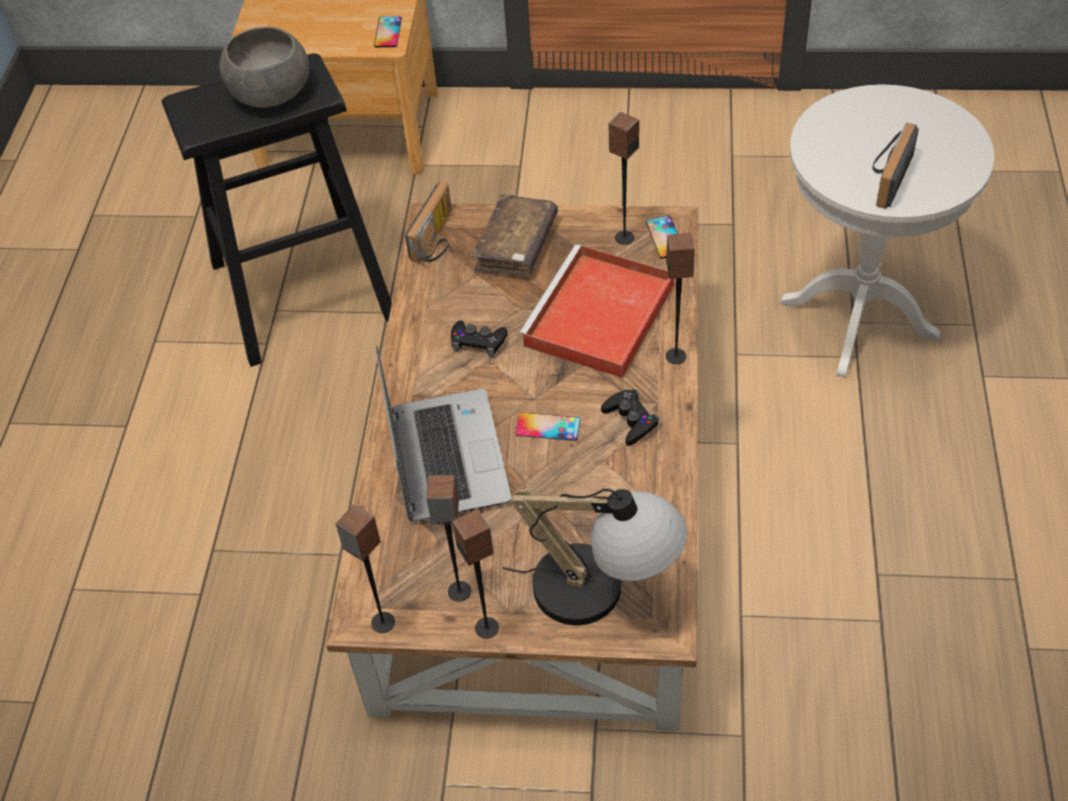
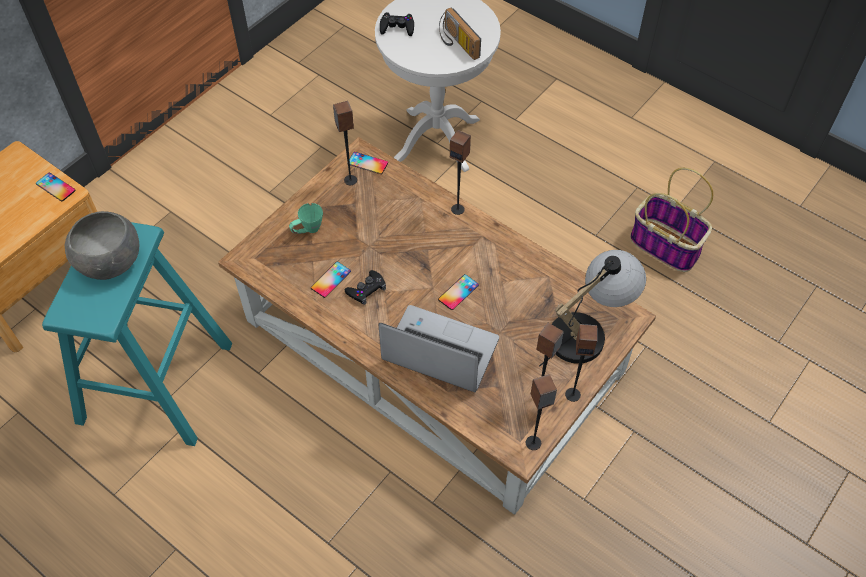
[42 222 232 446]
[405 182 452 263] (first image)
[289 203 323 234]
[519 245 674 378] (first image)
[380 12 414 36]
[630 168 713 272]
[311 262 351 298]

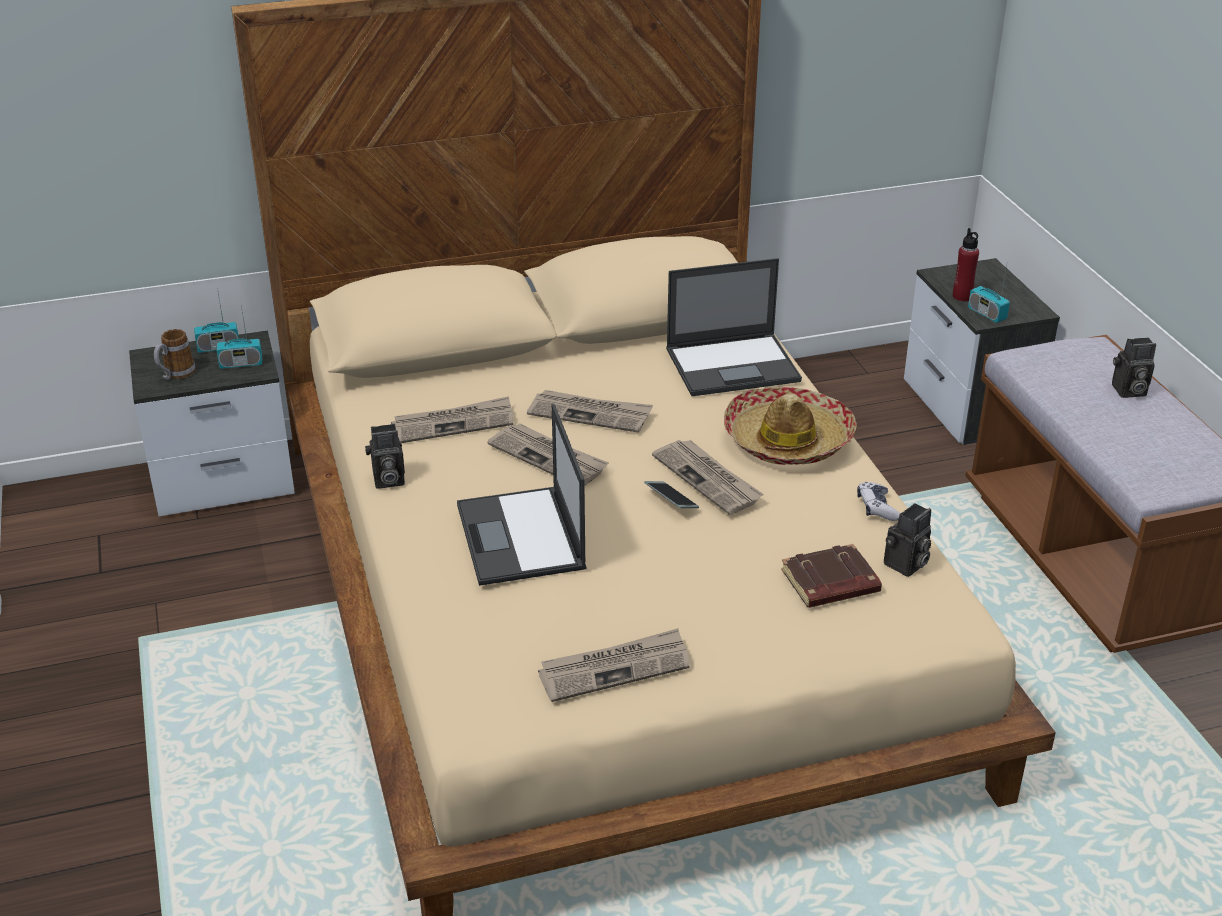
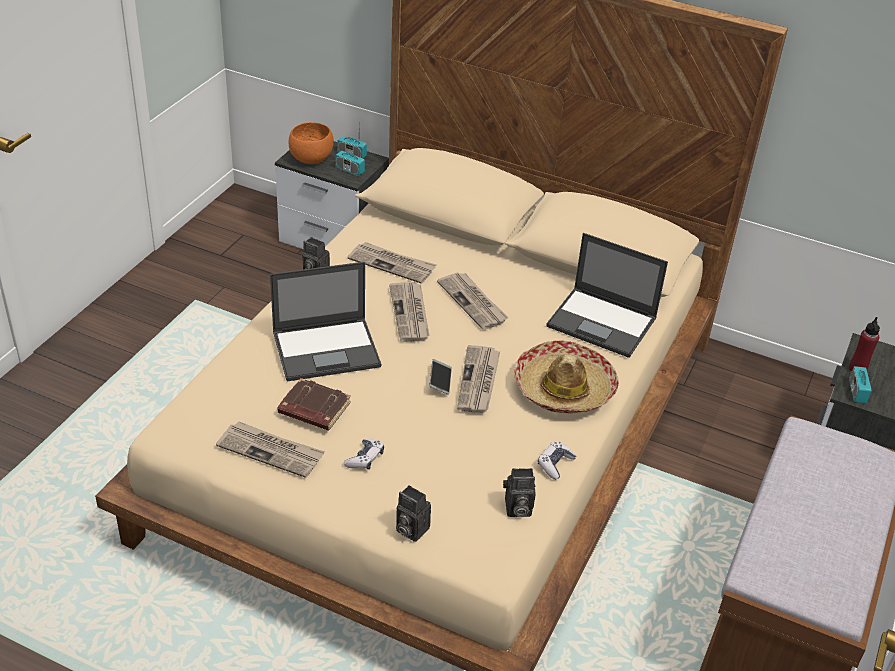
[288 122 334 164]
[396 485 431 542]
[270 262 381 381]
[278 378 351 431]
[343 439 384 470]

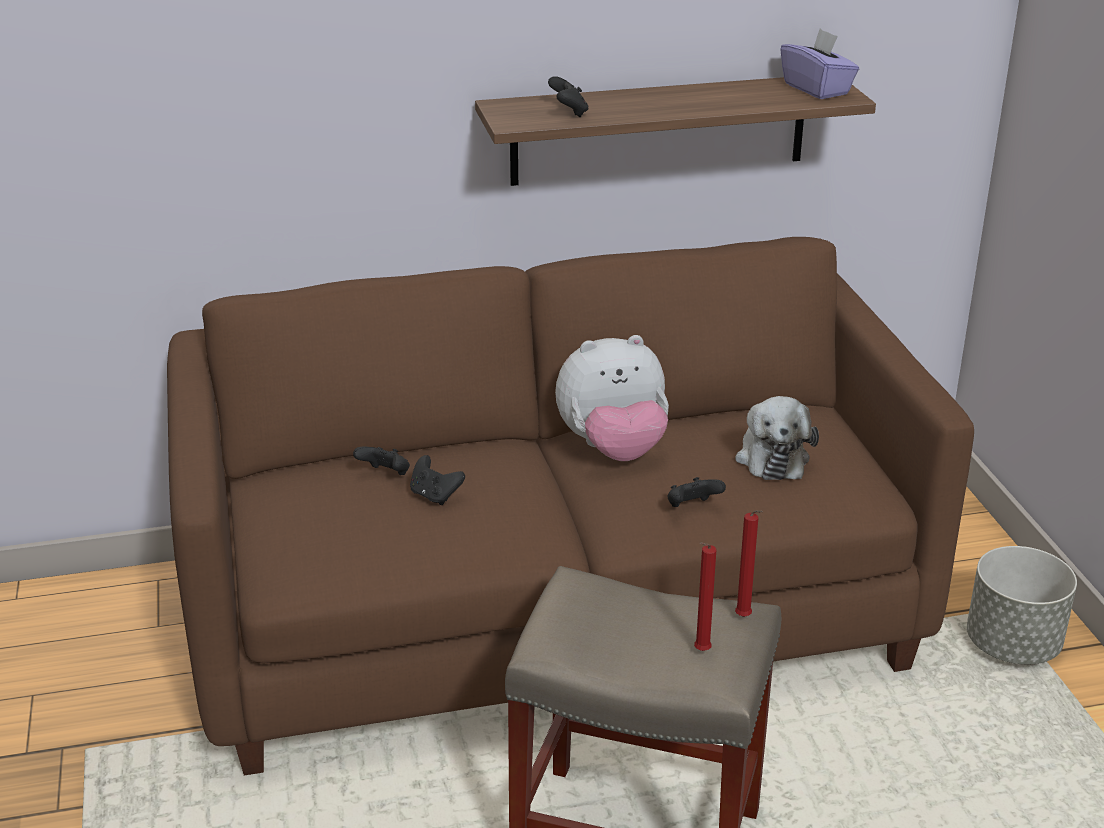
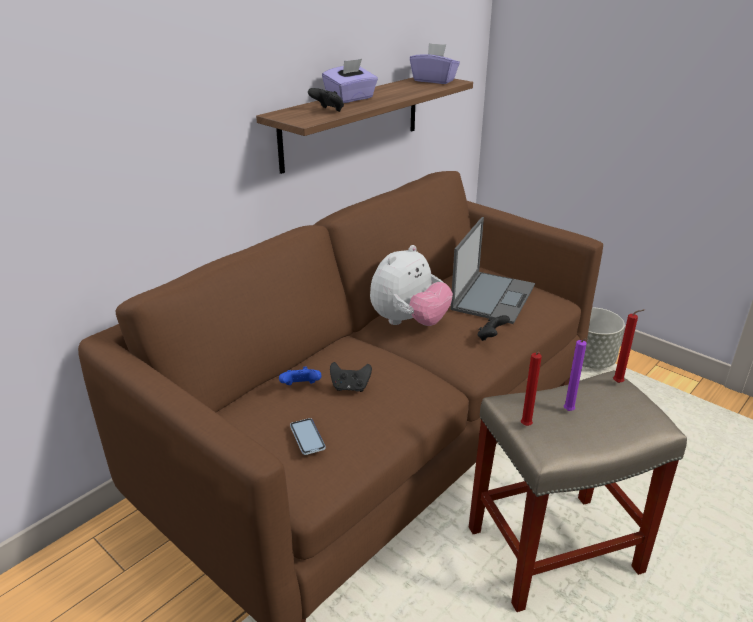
[451 217 535 324]
[279 367 322 386]
[521 352 542 426]
[322 59 378 103]
[564 339 589 411]
[290 418 326 455]

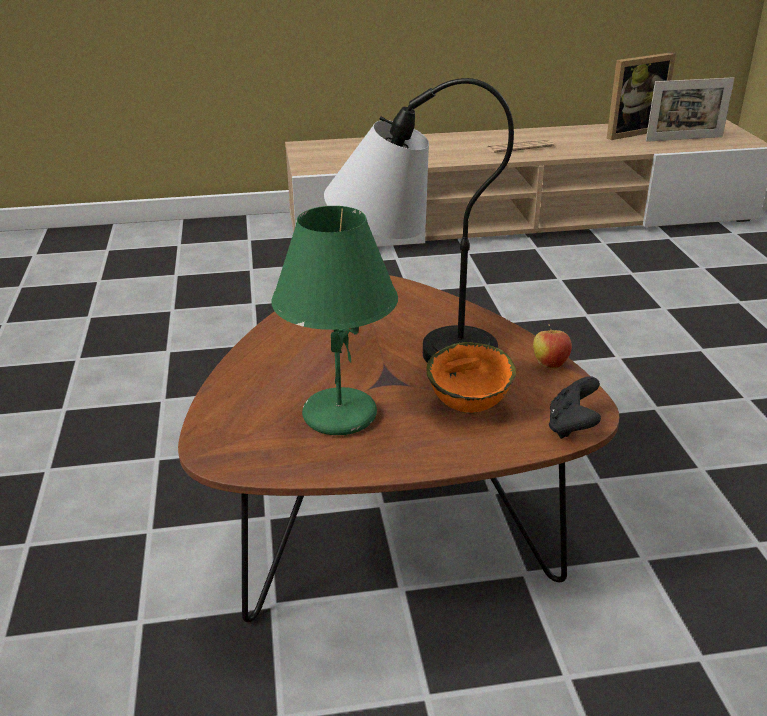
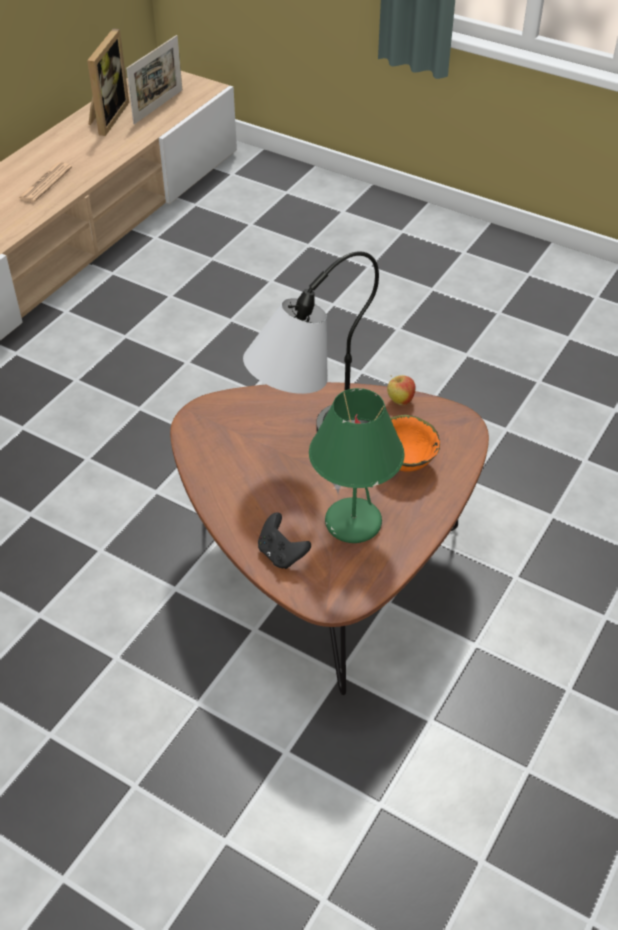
[258 512 311 569]

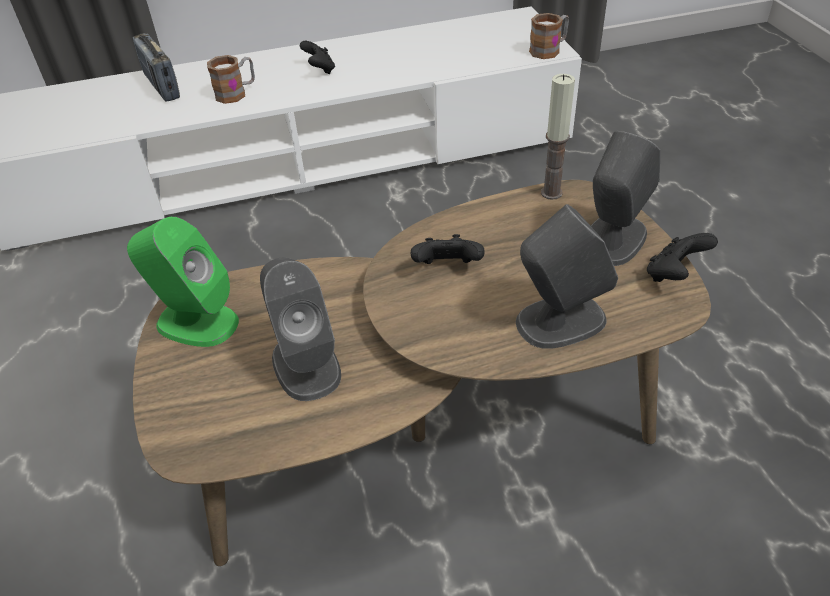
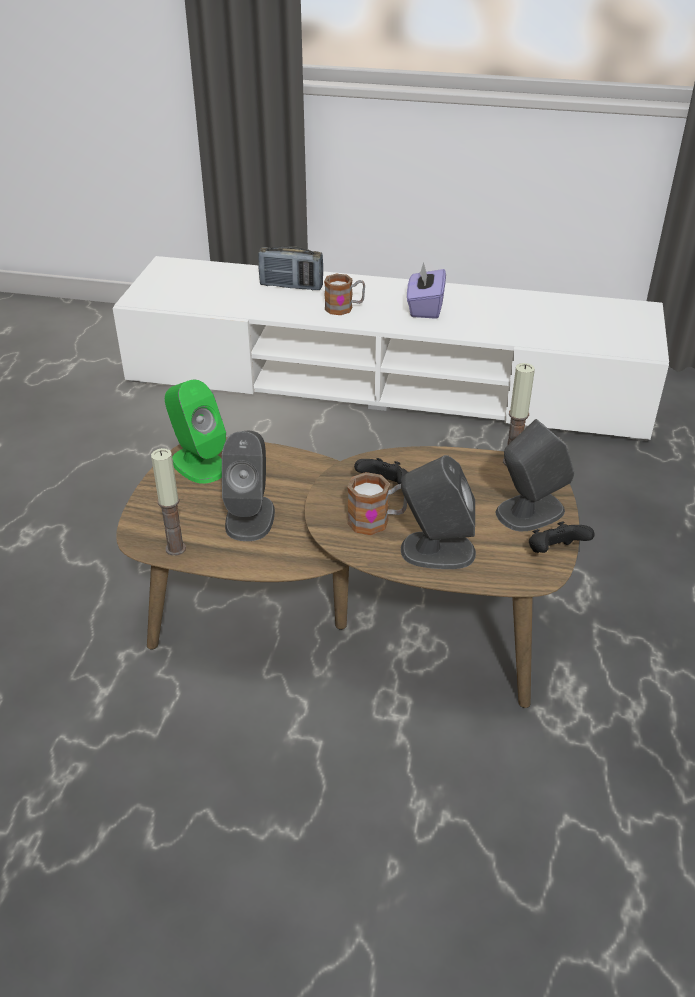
[347 472 407 535]
[258 246 323 290]
[407 262 446 319]
[151 448 186 556]

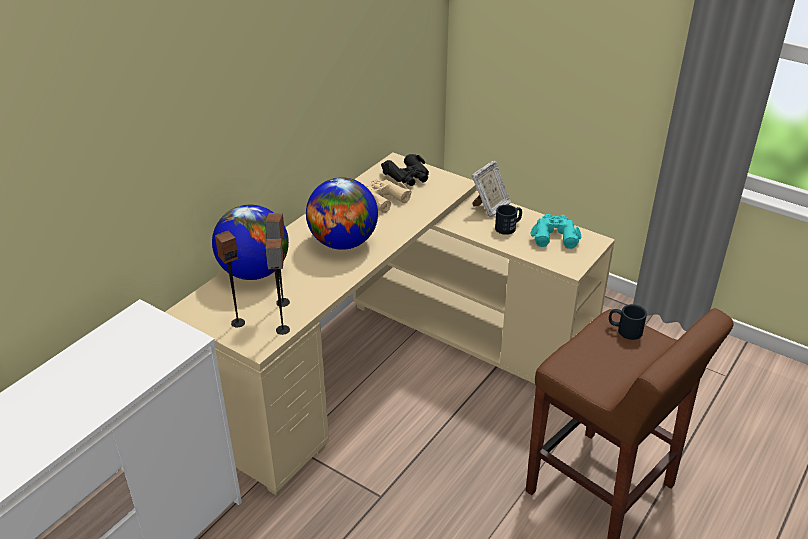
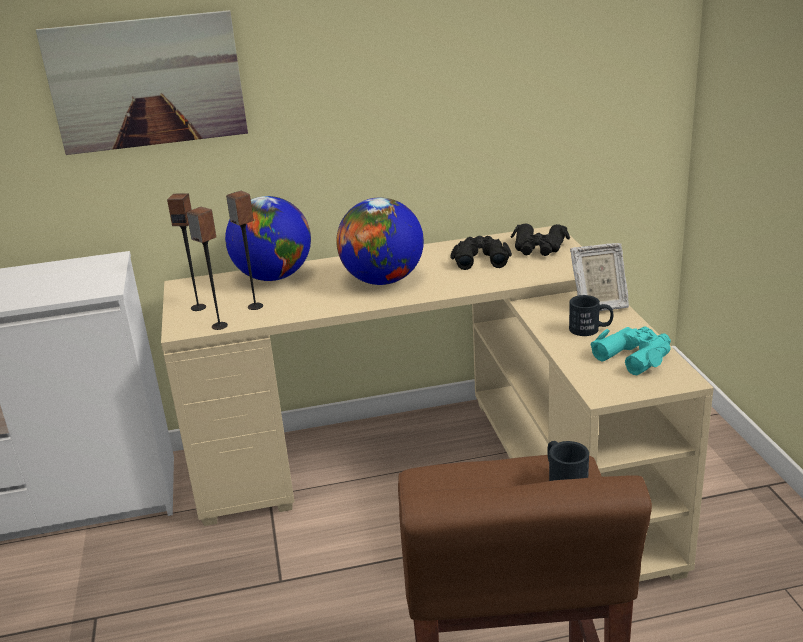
[450 236 512 270]
[36 10 248 155]

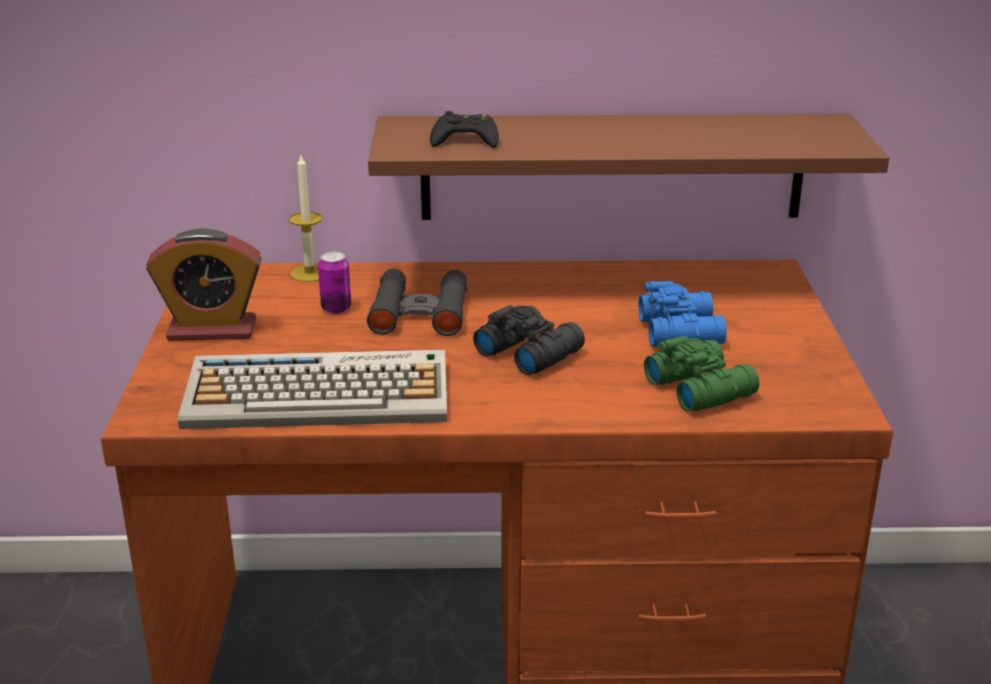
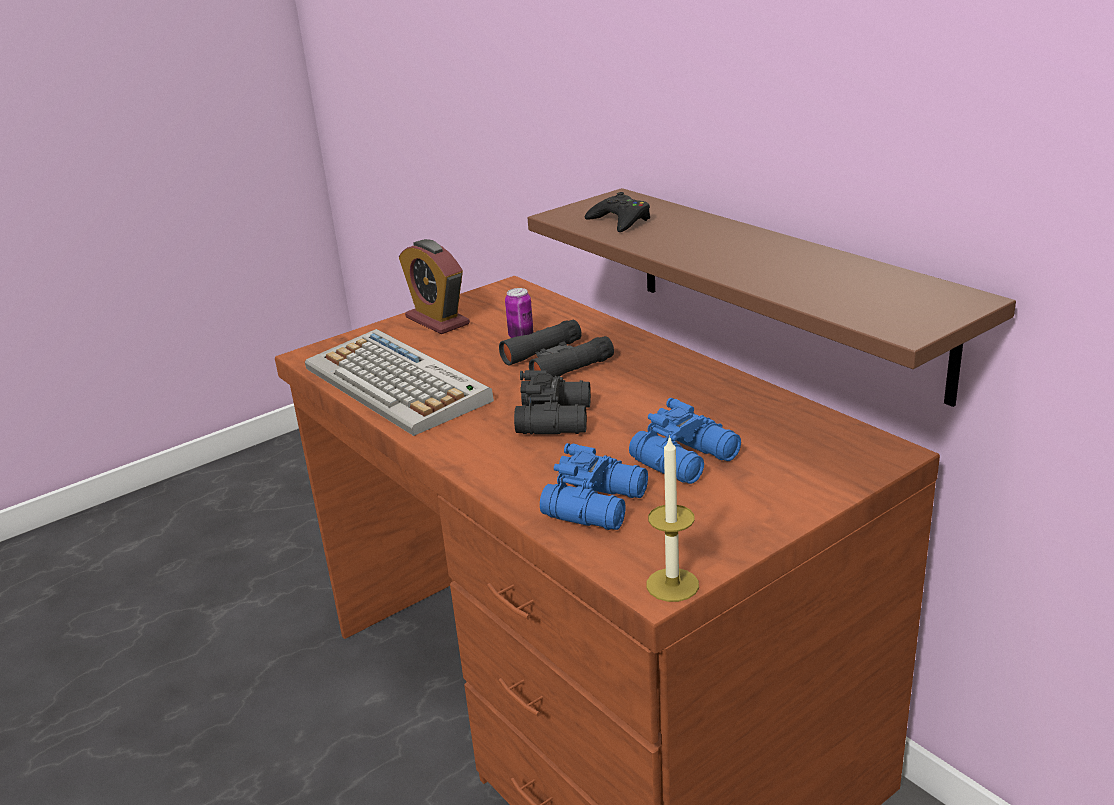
[646 435 699 602]
[540 443 648 530]

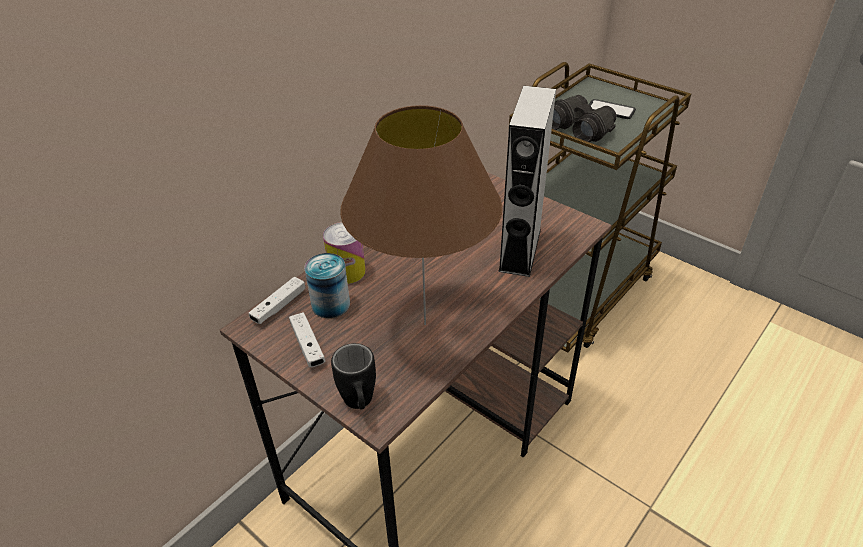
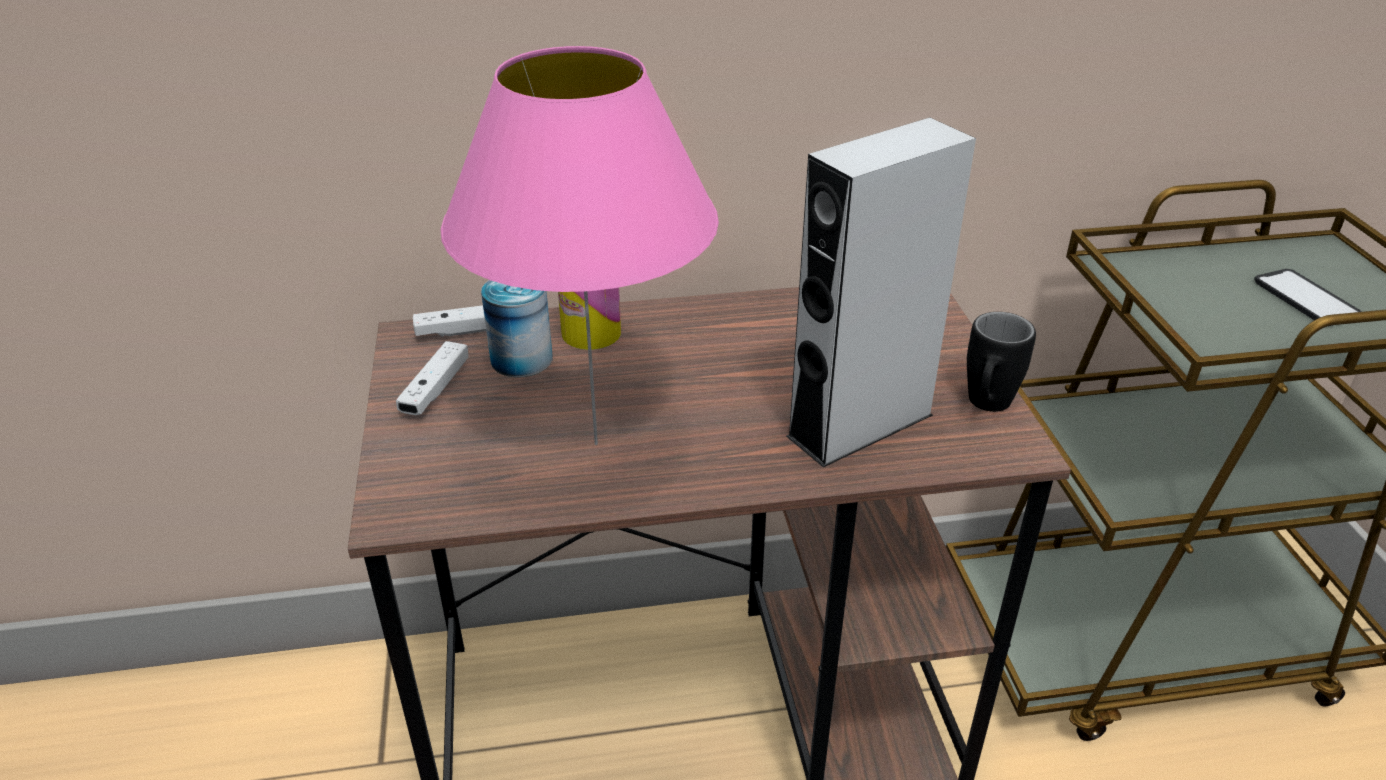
[552 95 616 142] (first image)
[441 46 719 445]
[967 312 1036 412]

